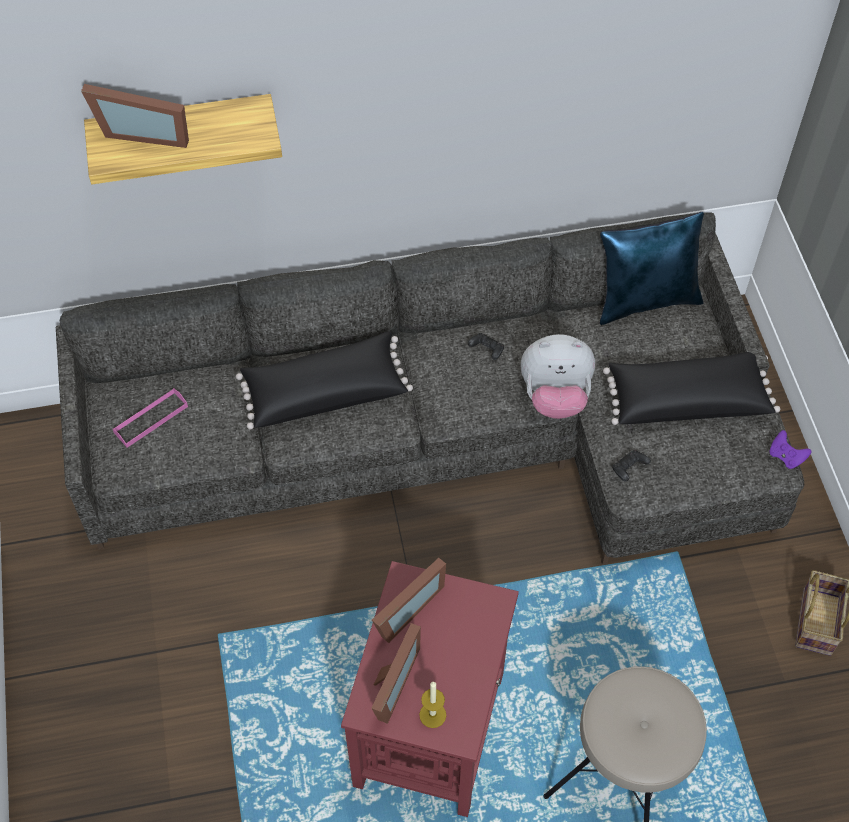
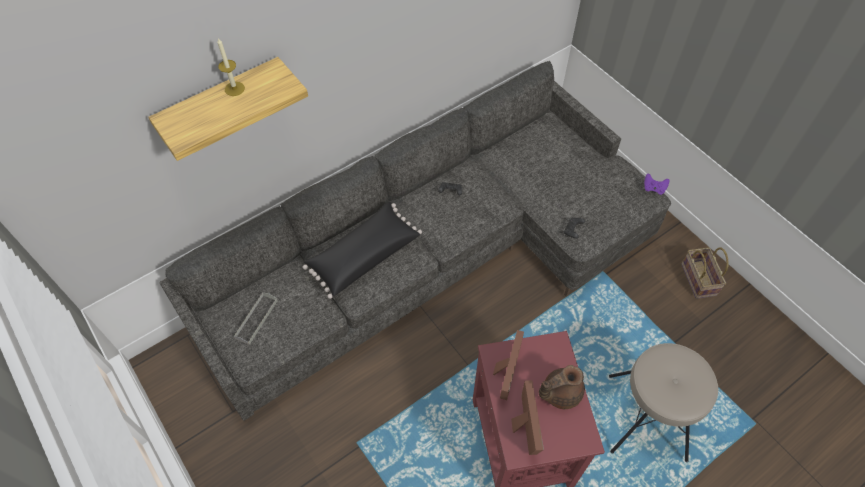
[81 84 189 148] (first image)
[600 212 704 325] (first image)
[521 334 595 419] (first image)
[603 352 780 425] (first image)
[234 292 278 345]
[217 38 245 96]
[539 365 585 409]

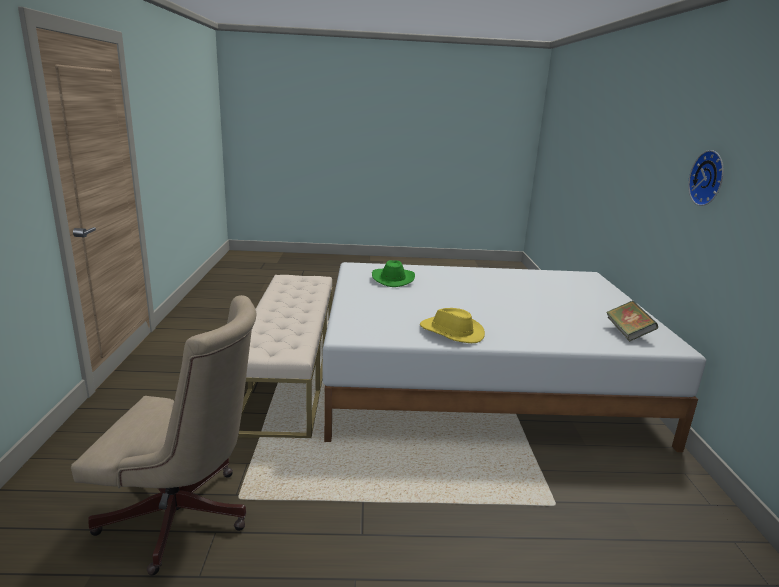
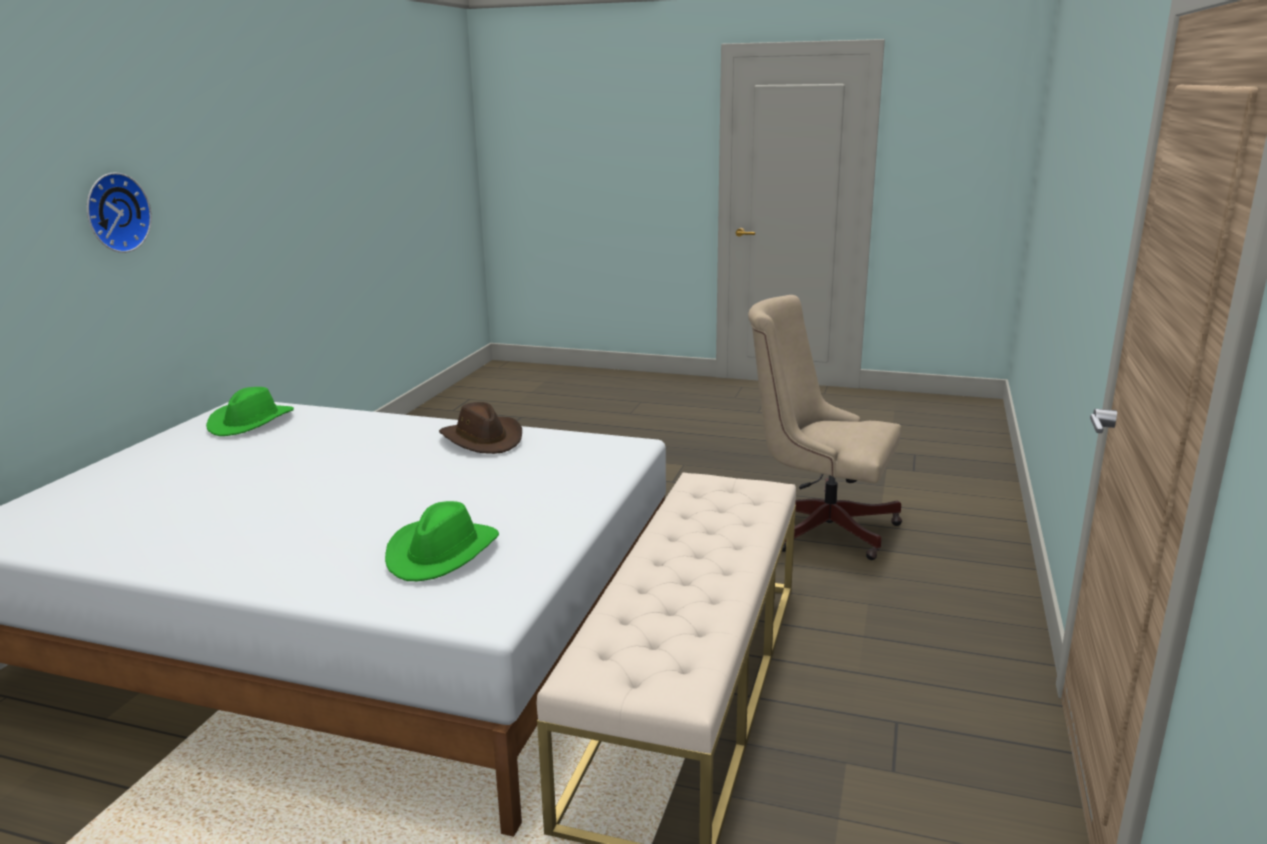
[206 387 294 436]
[439 402 522 454]

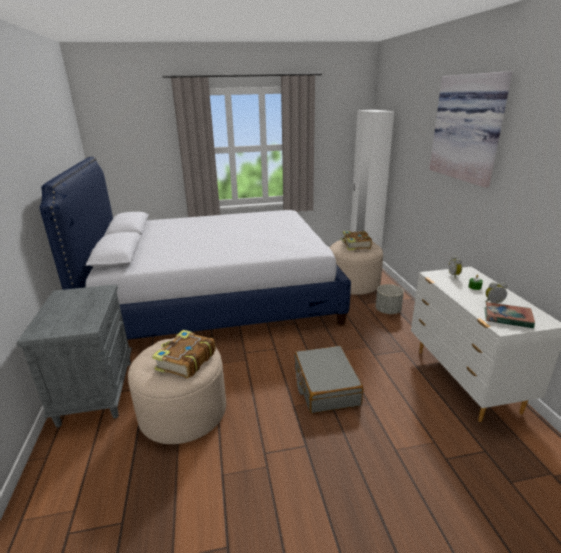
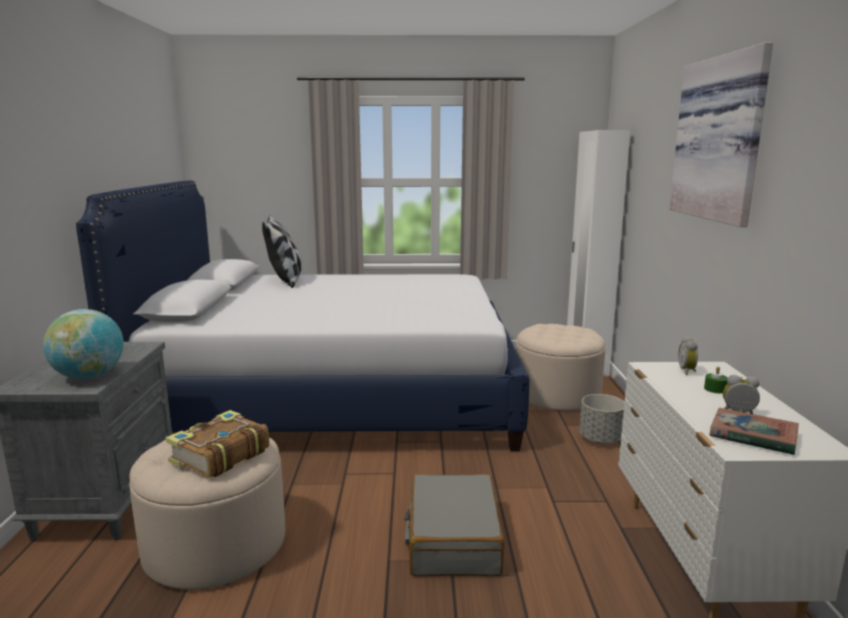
[340 231 372 250] (first image)
[262 215 302 288]
[43 309 124 379]

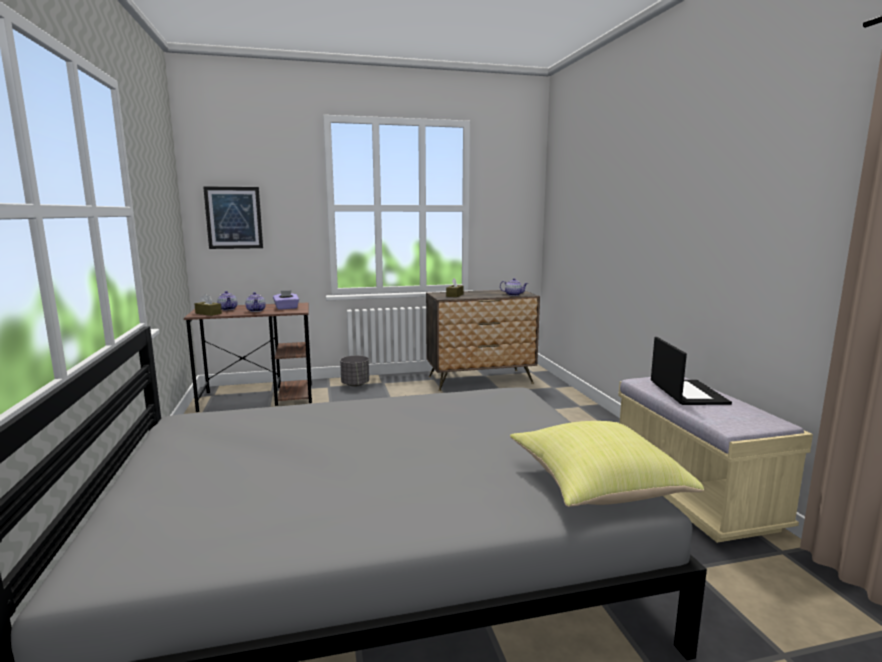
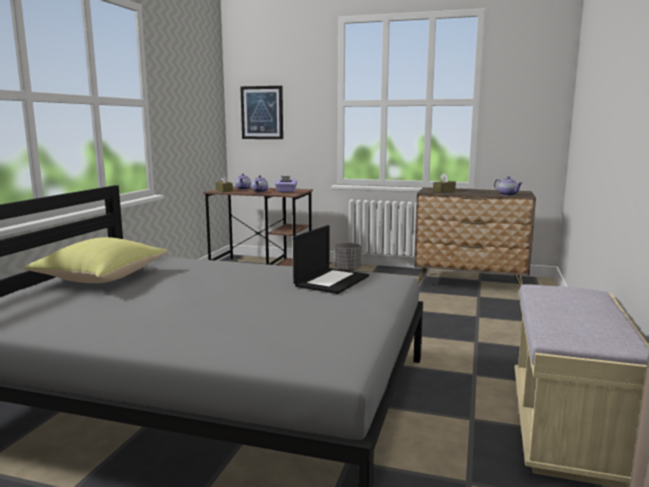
[293 225 369 294]
[24 237 167 283]

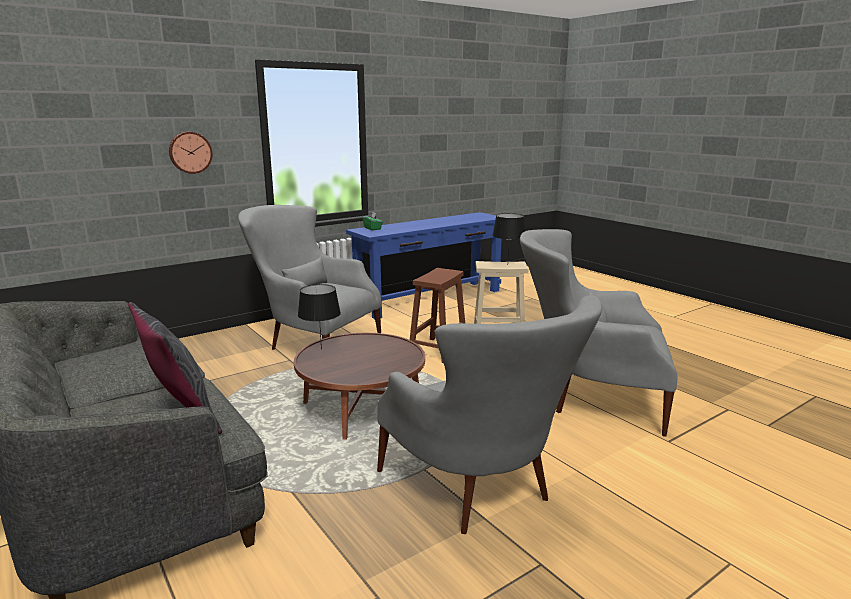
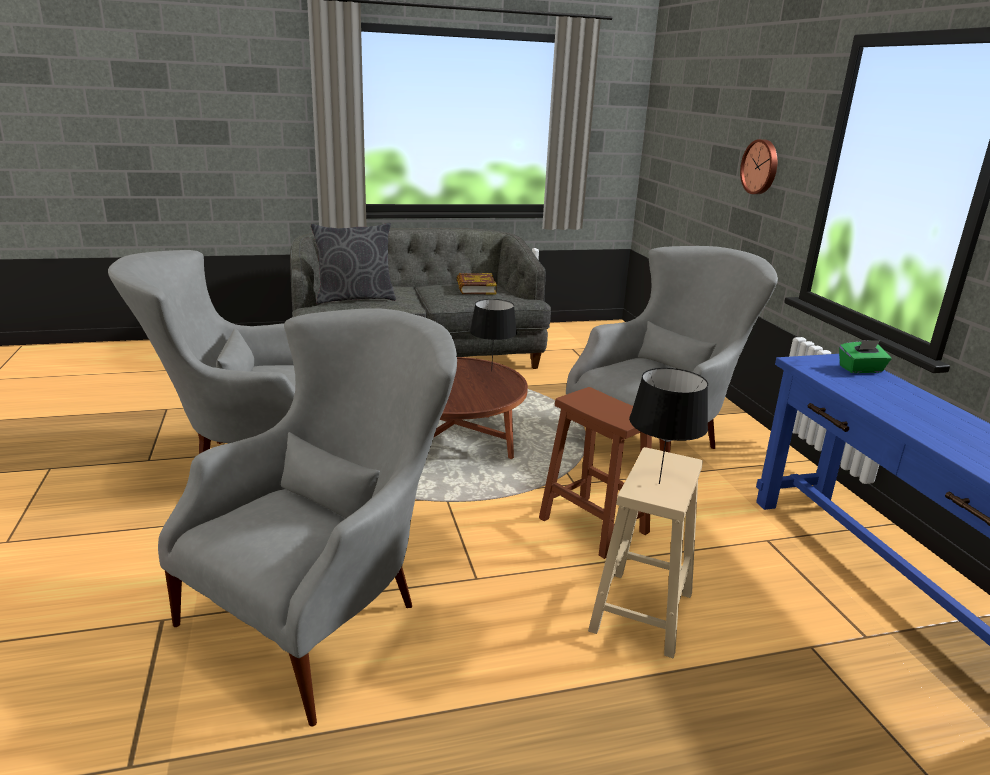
[457 273 497 295]

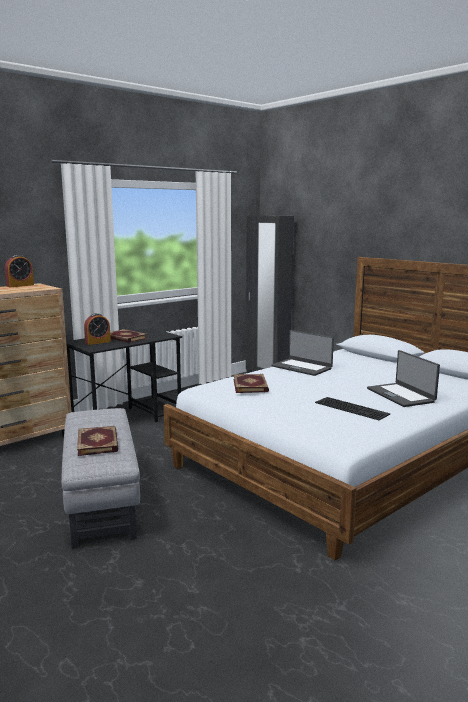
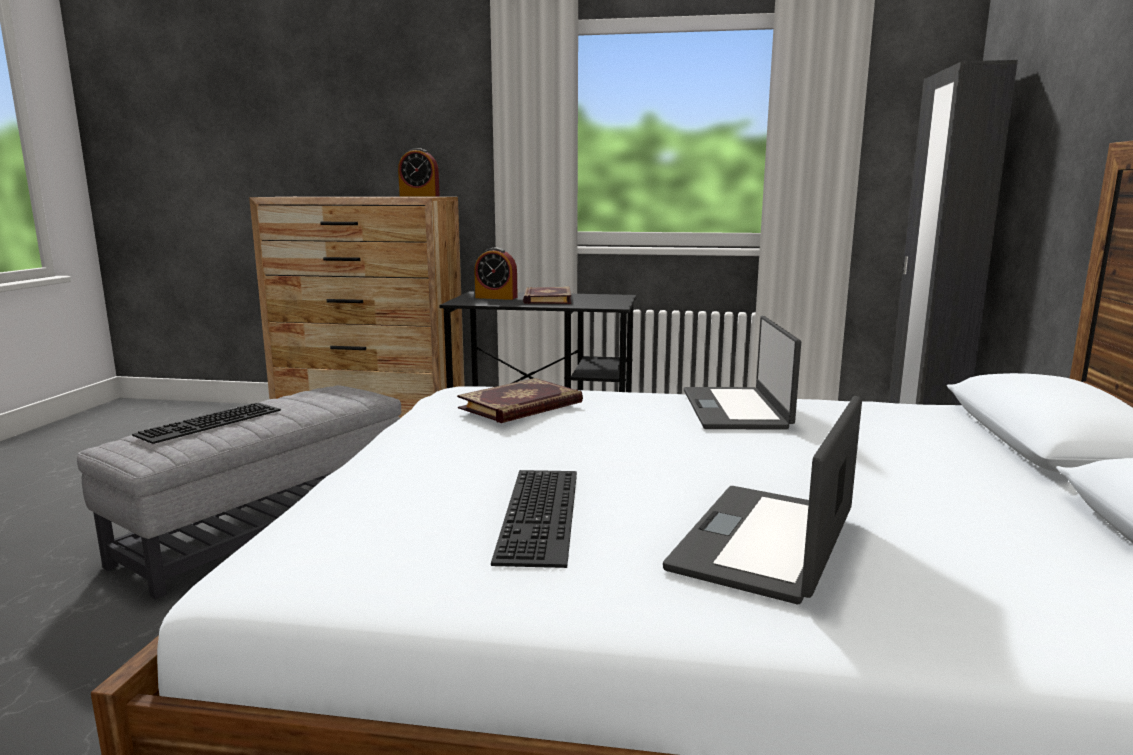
[132 403 281 444]

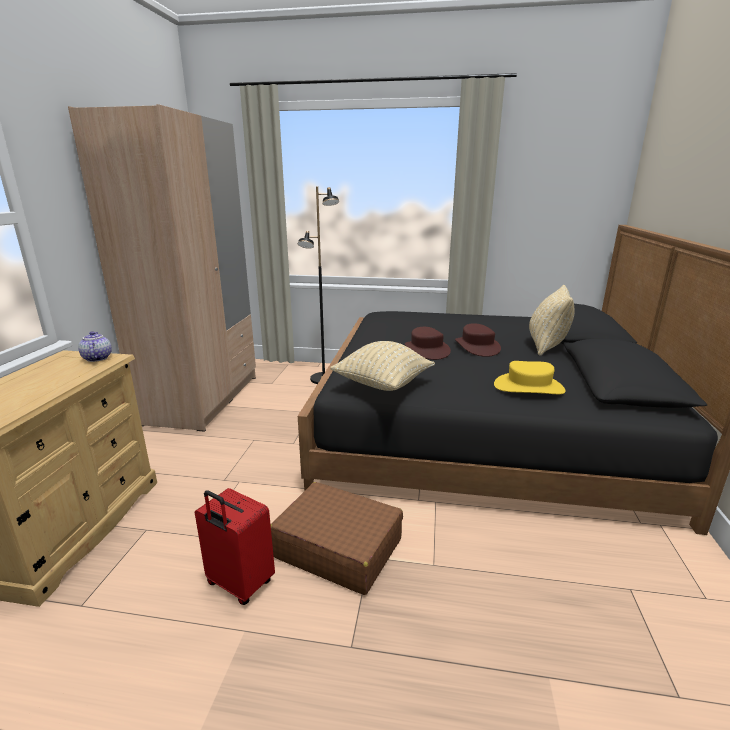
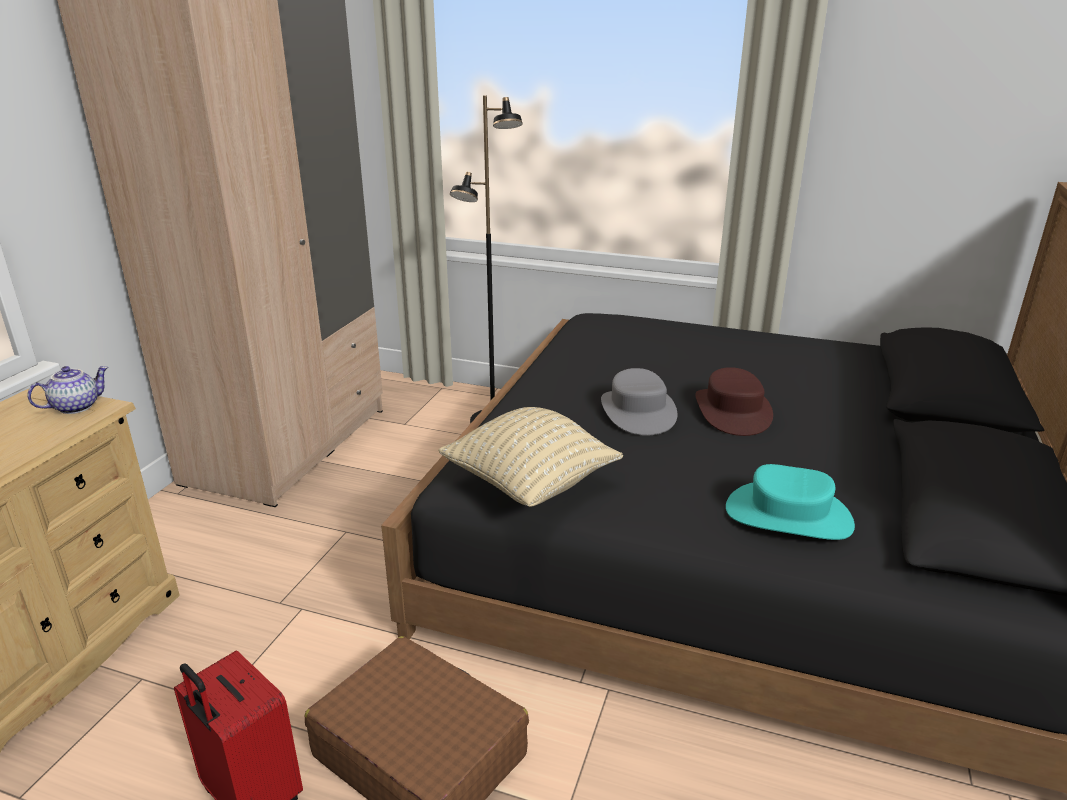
[529 285 575 356] (first image)
[601 368 677 436]
[28 366 109 414]
[726 464 855 540]

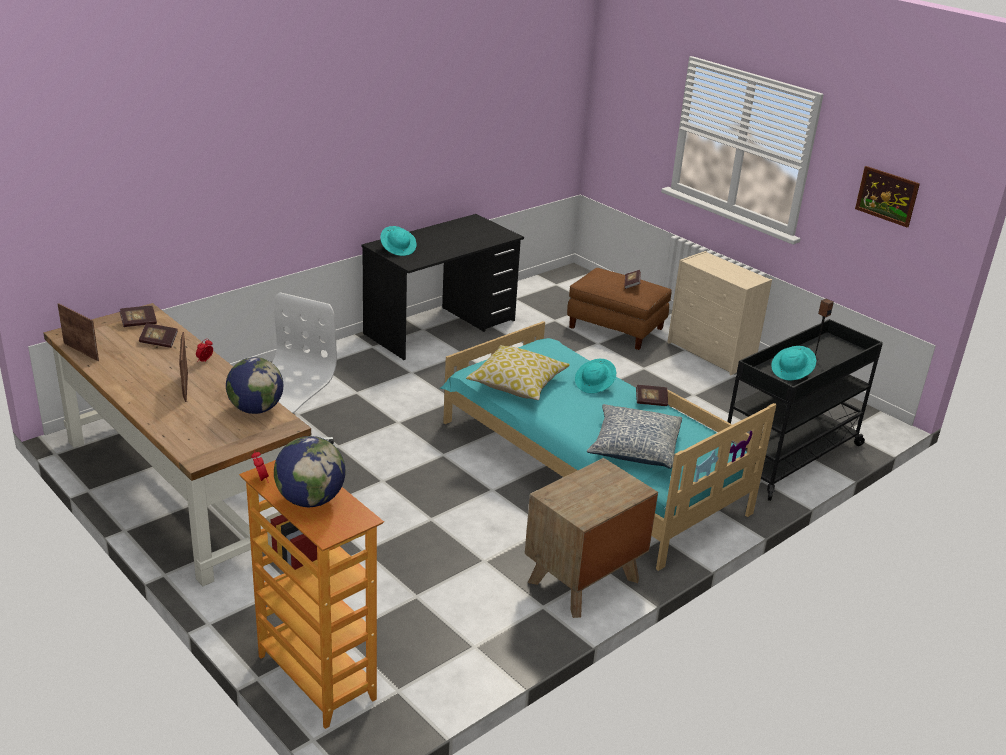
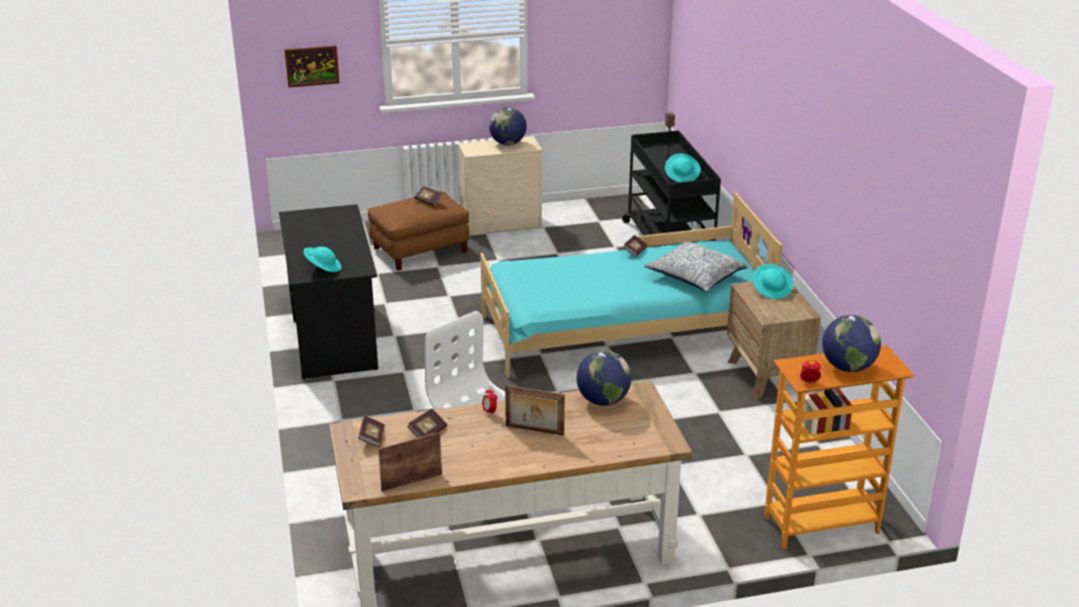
[284 46 340 88]
[466 345 570 400] (first image)
[753 264 793 299]
[489 107 527 145]

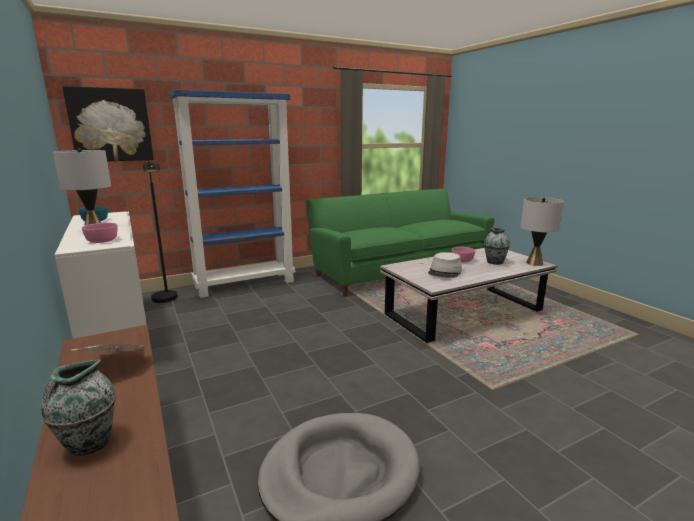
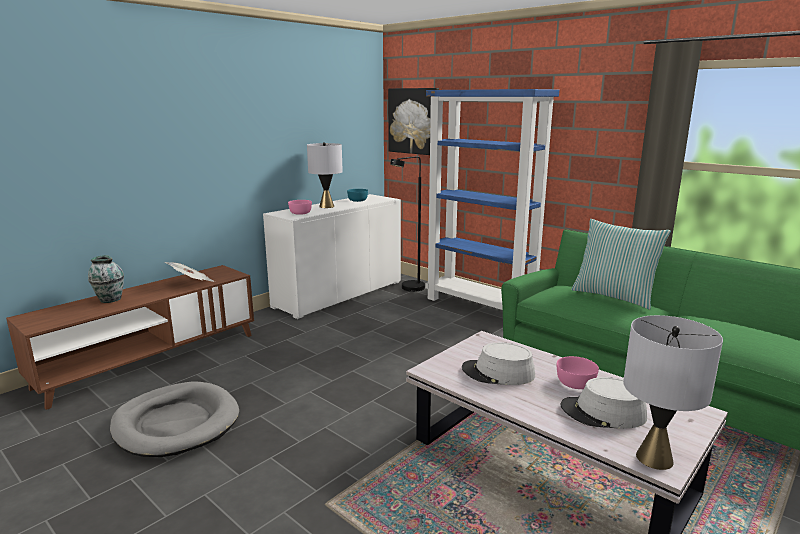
[561 377 647 429]
[571 219 671 310]

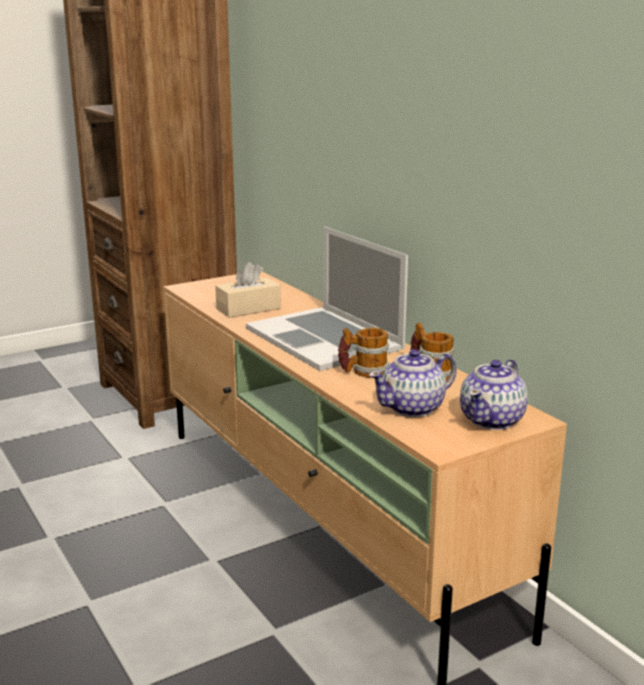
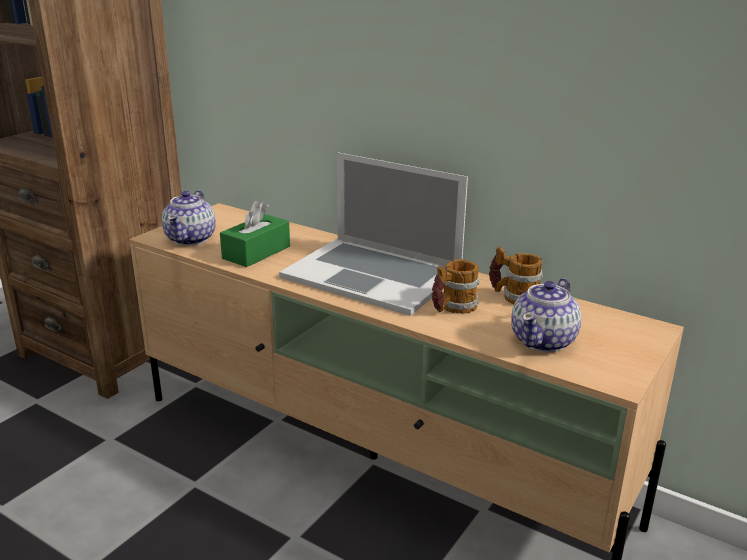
[220 201 290 267]
[162 190 216 246]

